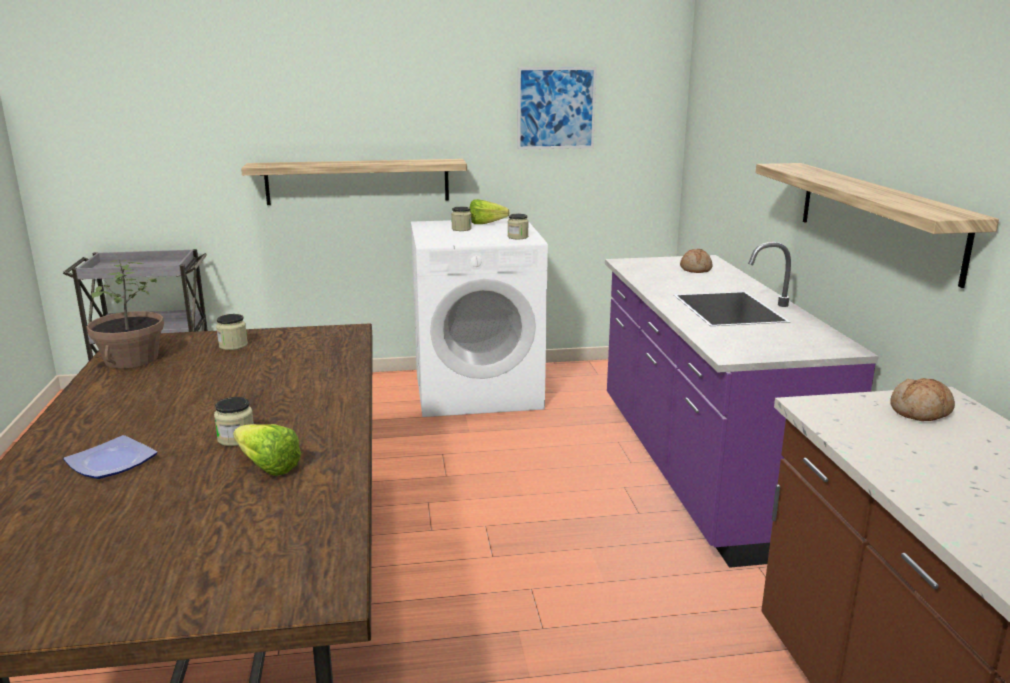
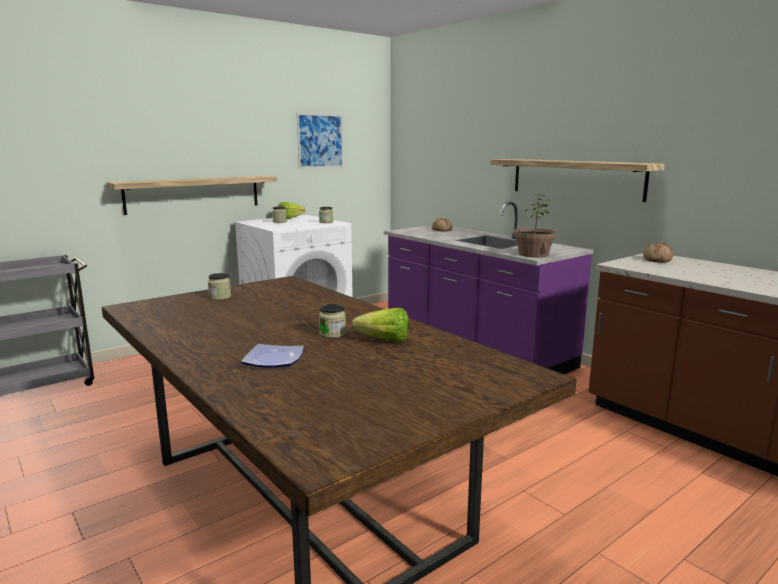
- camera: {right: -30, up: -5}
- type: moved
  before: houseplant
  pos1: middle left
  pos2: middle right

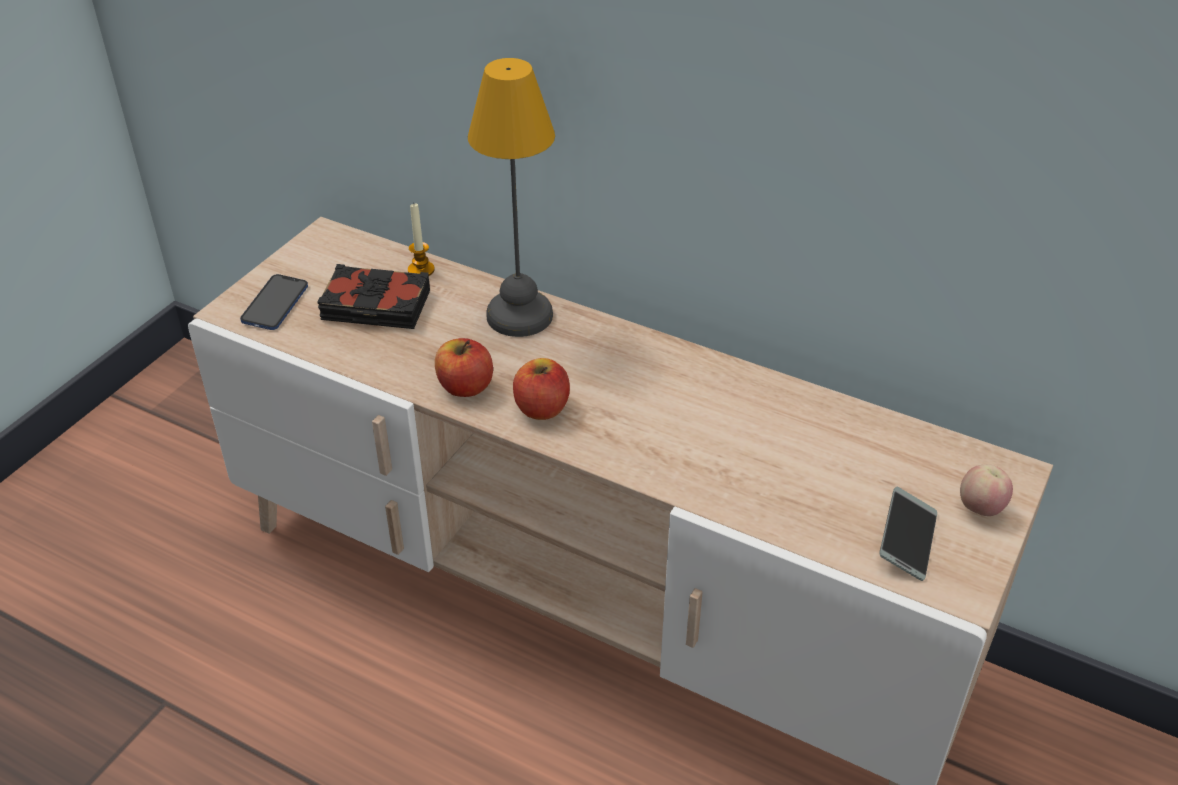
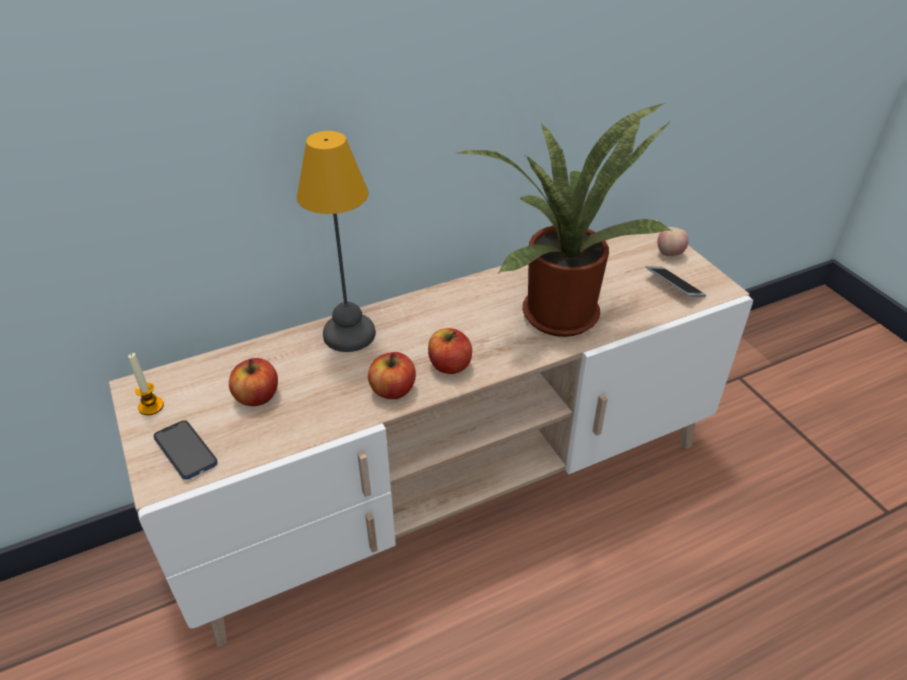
- camera: {right: -55, up: 0}
- type: replaced
  before: black-coloured volume
  after: whole apple (1st from left)
  pos1: middle left
  pos2: middle left
- type: moved
  before: wax light
  pos1: top centre
  pos2: middle left
- type: added
  after: houseplant
  pos2: top centre

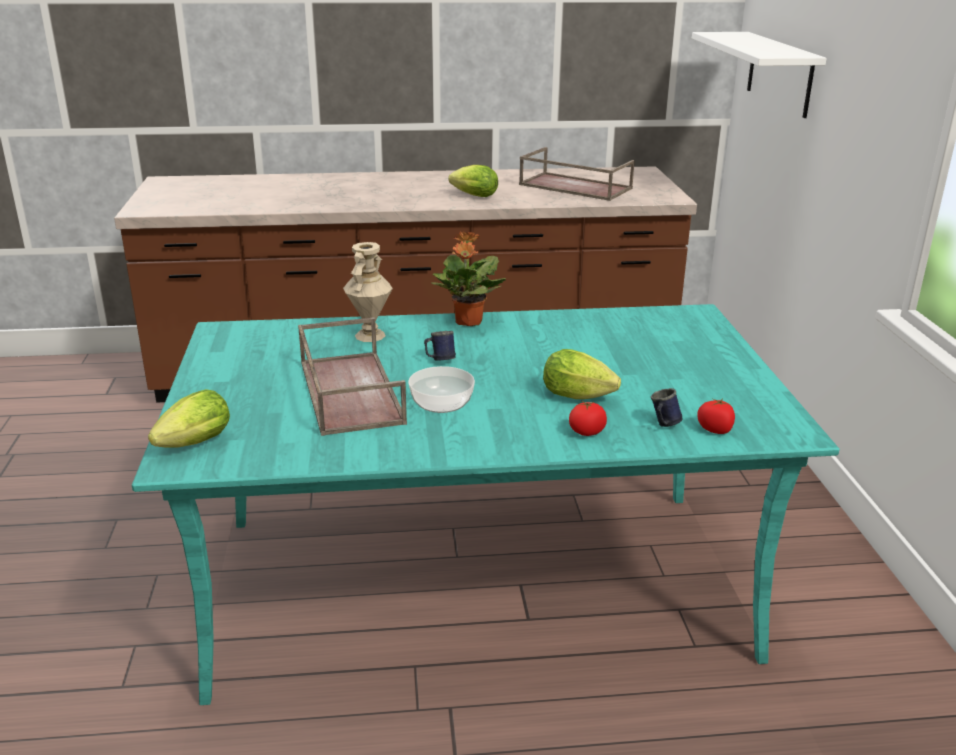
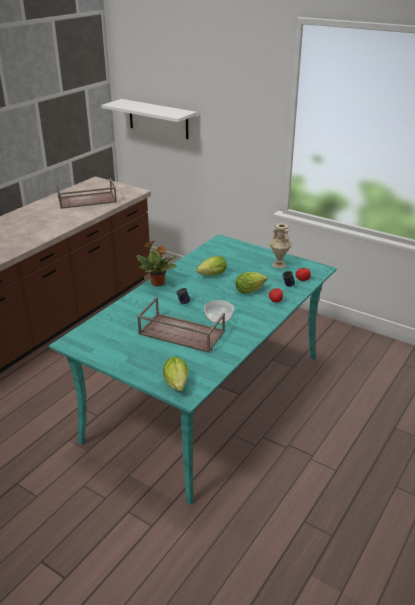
- camera: {right: -50, up: 5}
- type: moved
  before: beige decorative vase
  pos1: centre
  pos2: middle right
- type: moved
  before: head of lettuce (2nd from left)
  pos1: top centre
  pos2: centre

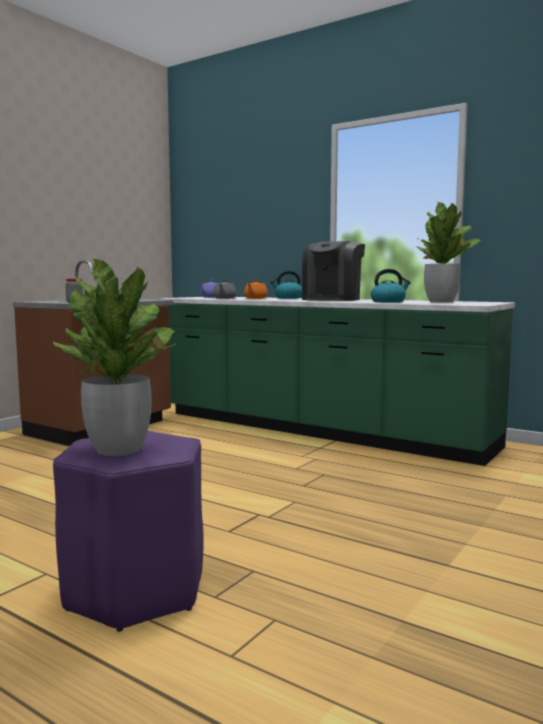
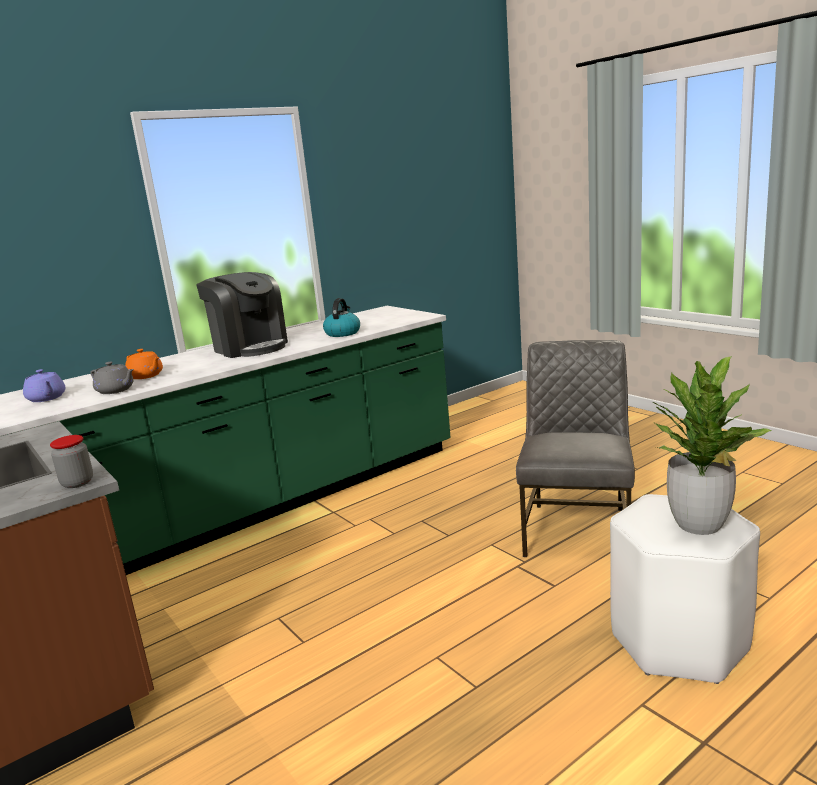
- camera: {right: -70, up: 10}
- type: recoloured
  before: purple-coloured stool
  after: white stool
  pos1: bottom left
  pos2: bottom right
- type: removed
  before: water kettle (1st from left)
  pos1: centre
- type: removed
  before: houseplant (2nd from left)
  pos1: middle right
- type: added
  after: grey plain chair
  pos2: middle right

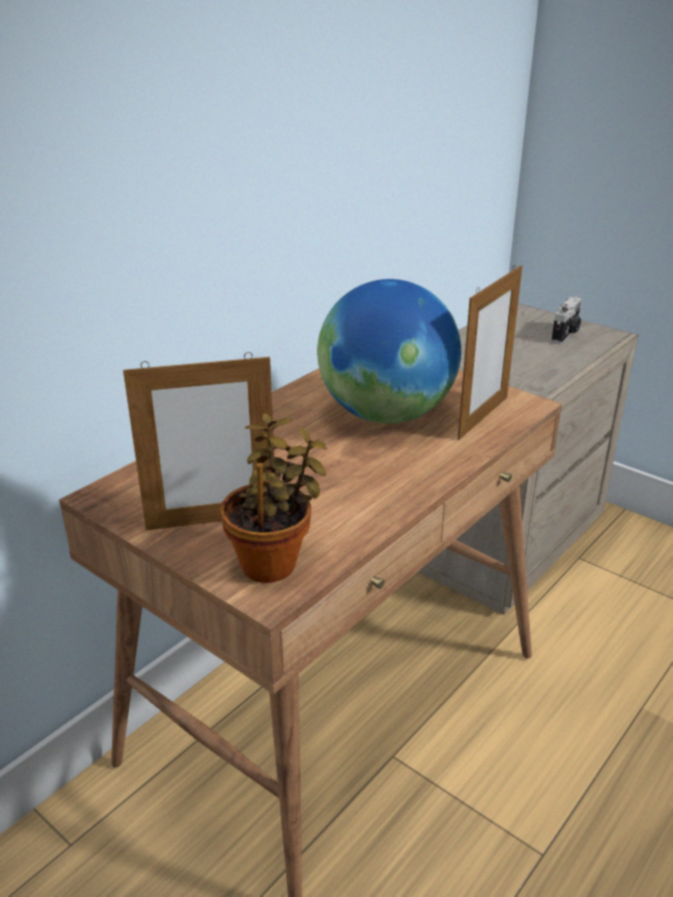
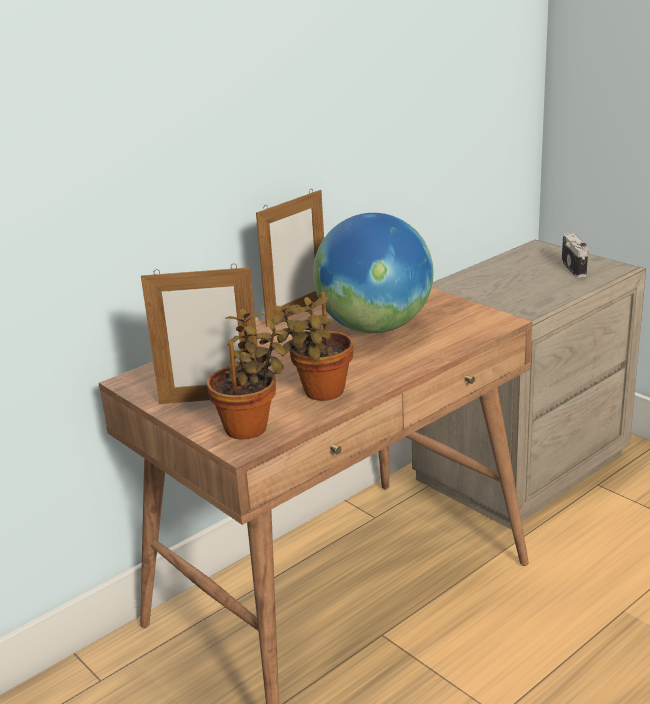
- camera: {right: 10, up: -5}
- type: moved
  before: picture frame (2nd from left)
  pos1: middle right
  pos2: centre
- type: turned
  before: still camera
  pos1: middle right
  pos2: middle right
  turn: -45
- type: added
  after: houseplant (2nd from left)
  pos2: centre

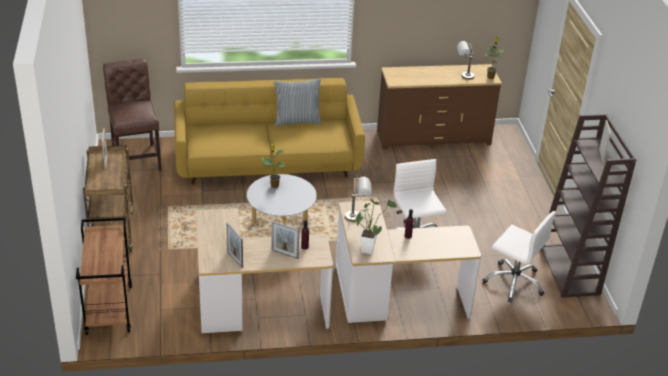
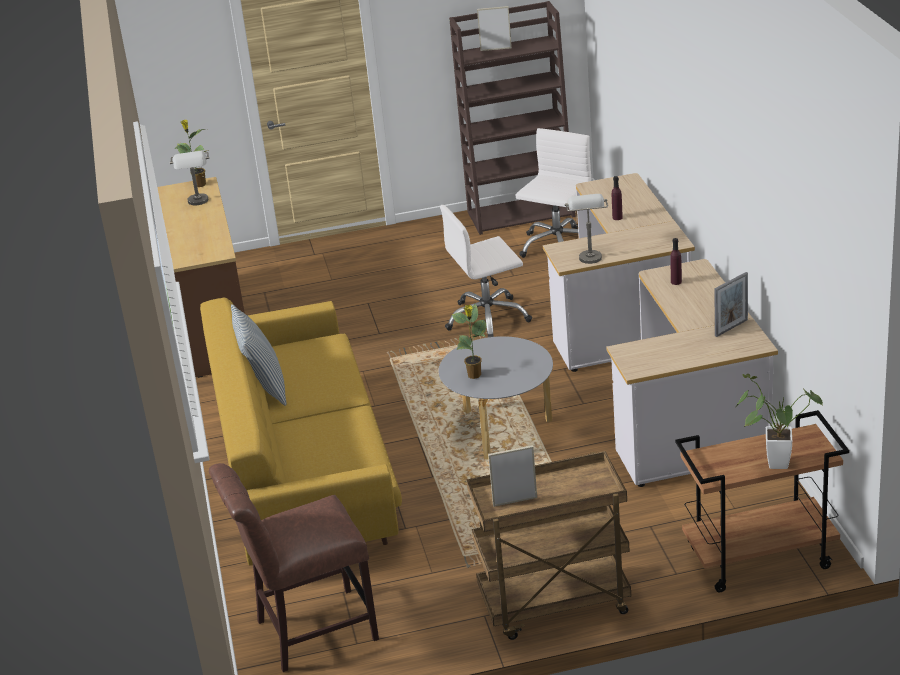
- camera: {right: -90, up: -5}
- type: removed
  before: picture frame (3rd from left)
  pos1: centre
- type: moved
  before: houseplant (2nd from left in the first image)
  after: houseplant (3rd from left)
  pos1: centre
  pos2: middle right

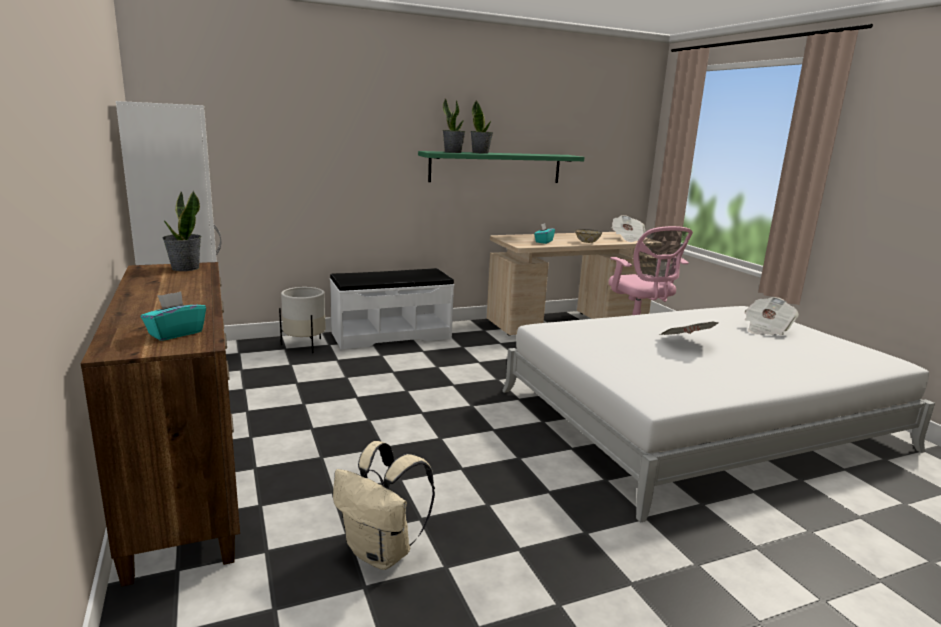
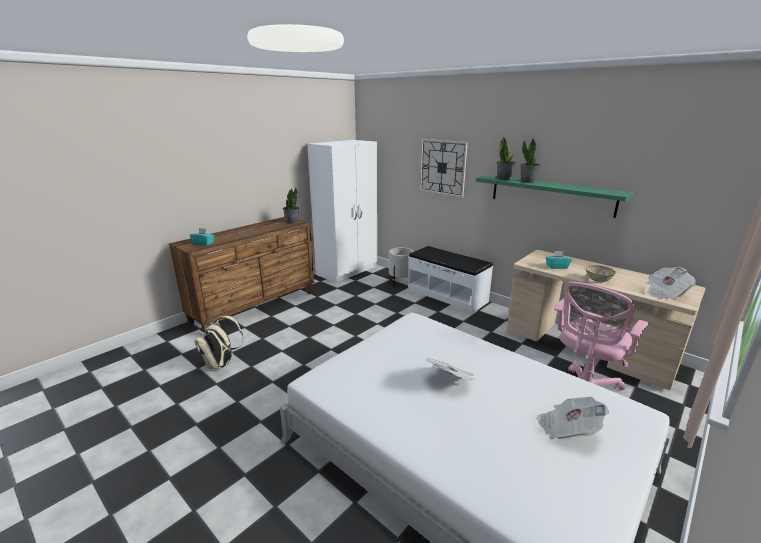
- camera: {right: 65, up: 5}
- type: added
  after: hanging clock
  pos2: top centre

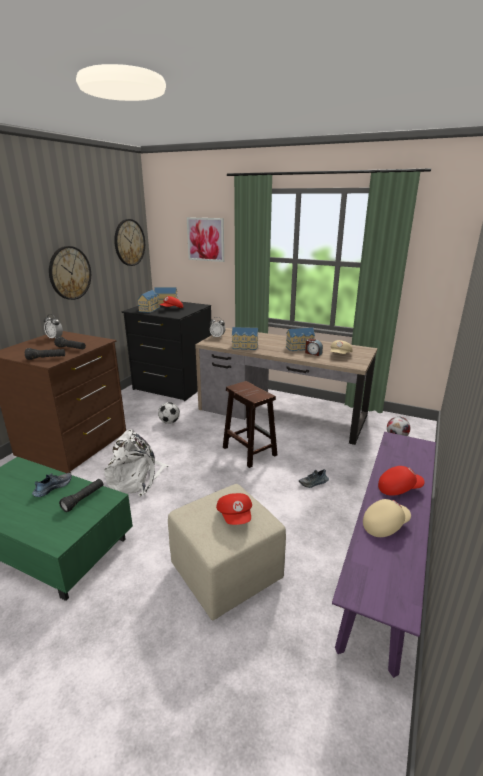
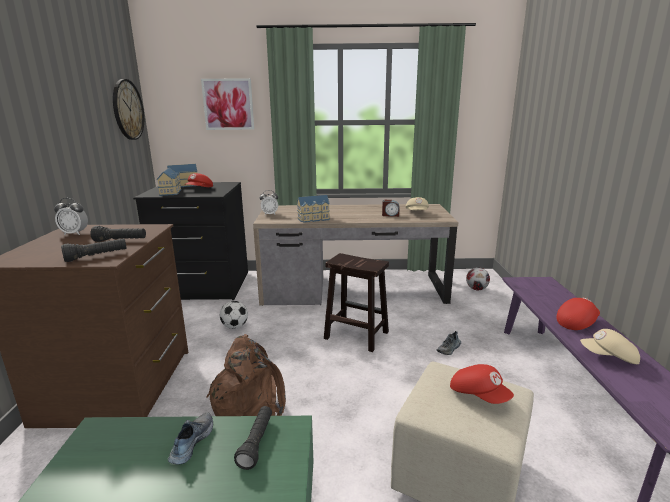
- camera: {right: -25, up: -5}
- type: removed
  before: hanging clock (1st from left)
  pos1: middle left
- type: recoloured
  before: white rucksack
  after: brownish rucksack
  pos1: middle left
  pos2: bottom centre
- type: removed
  before: model house (4th from left)
  pos1: centre
- type: turned
  before: beige peaked cap (2nd from left)
  pos1: bottom right
  pos2: bottom right
  turn: -120

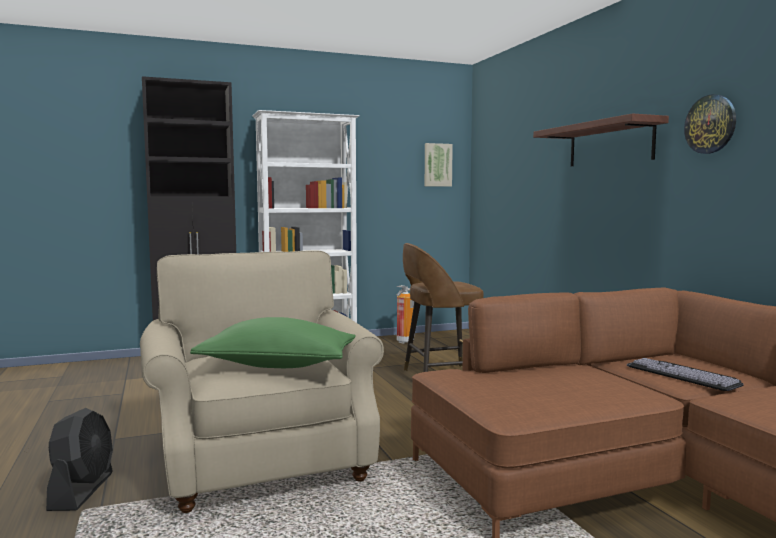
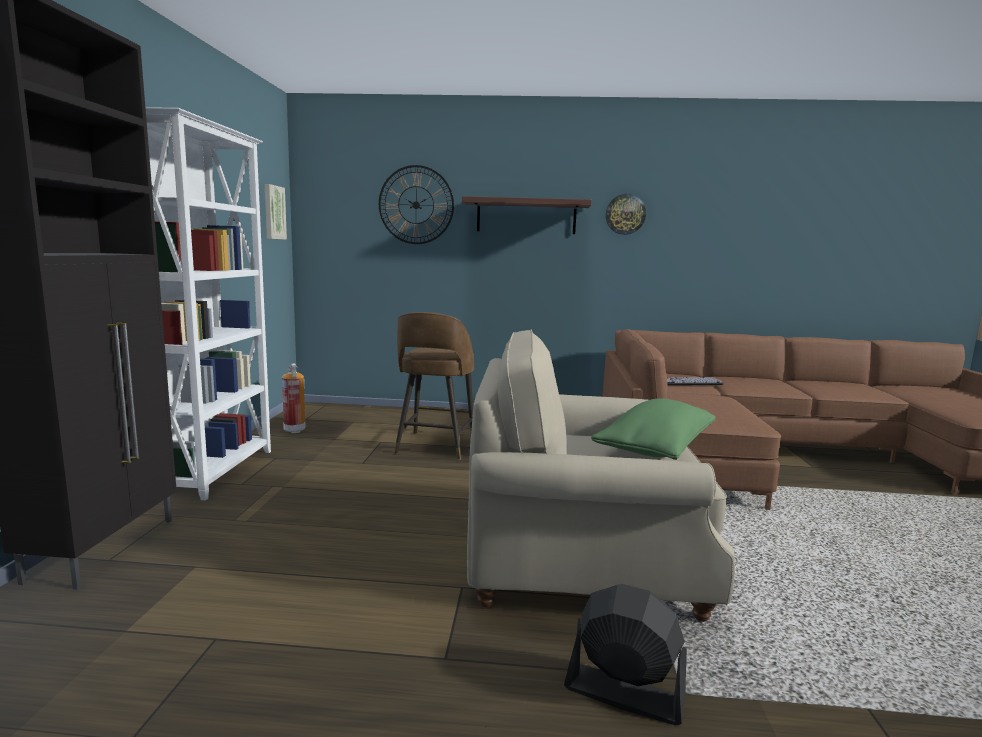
- camera: {right: -65, up: 5}
- type: added
  after: hanging clock (1st from left)
  pos2: top centre

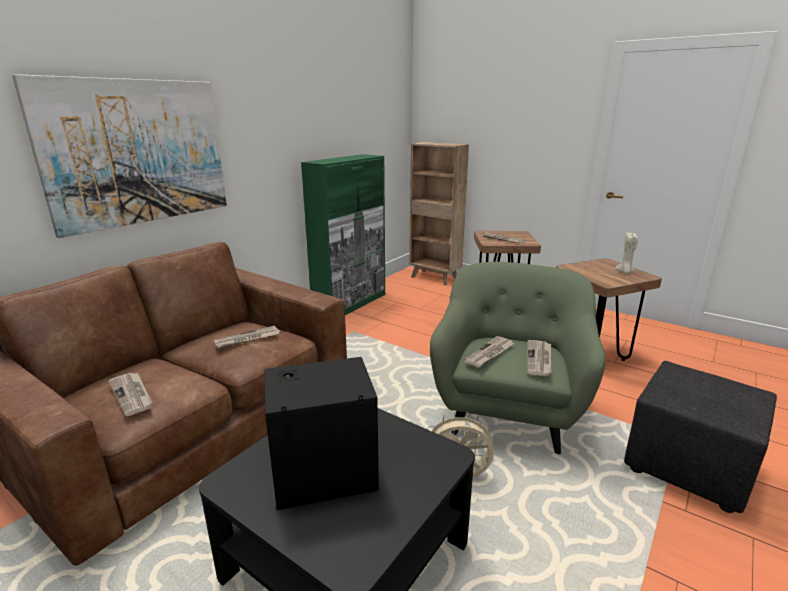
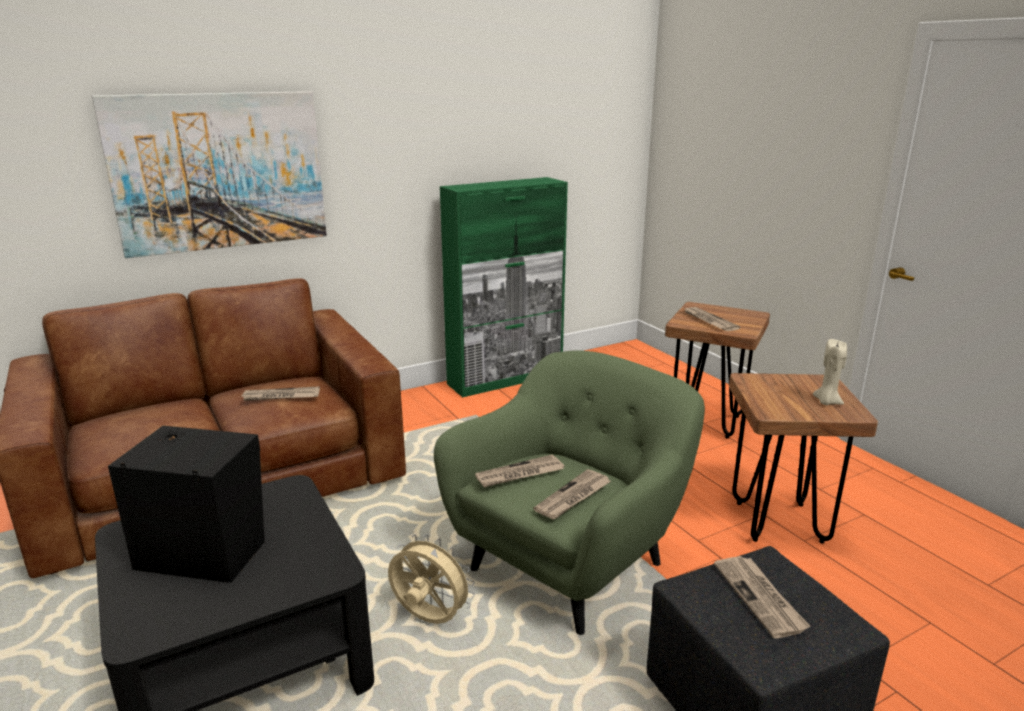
- camera: {right: 25, up: 0}
- type: moved
  before: daily paper (1st from left in the first image)
  after: daily paper (5th from left)
  pos1: bottom left
  pos2: bottom right
- type: removed
  before: brownish shelving unit
  pos1: centre

